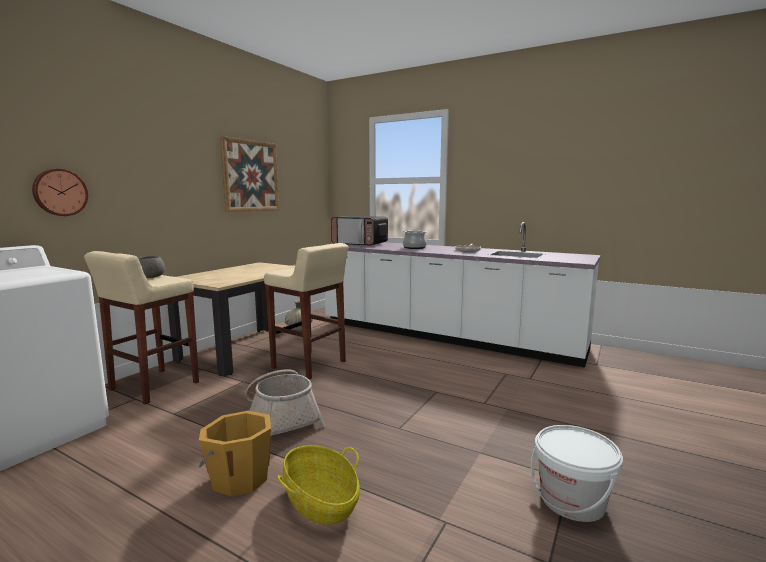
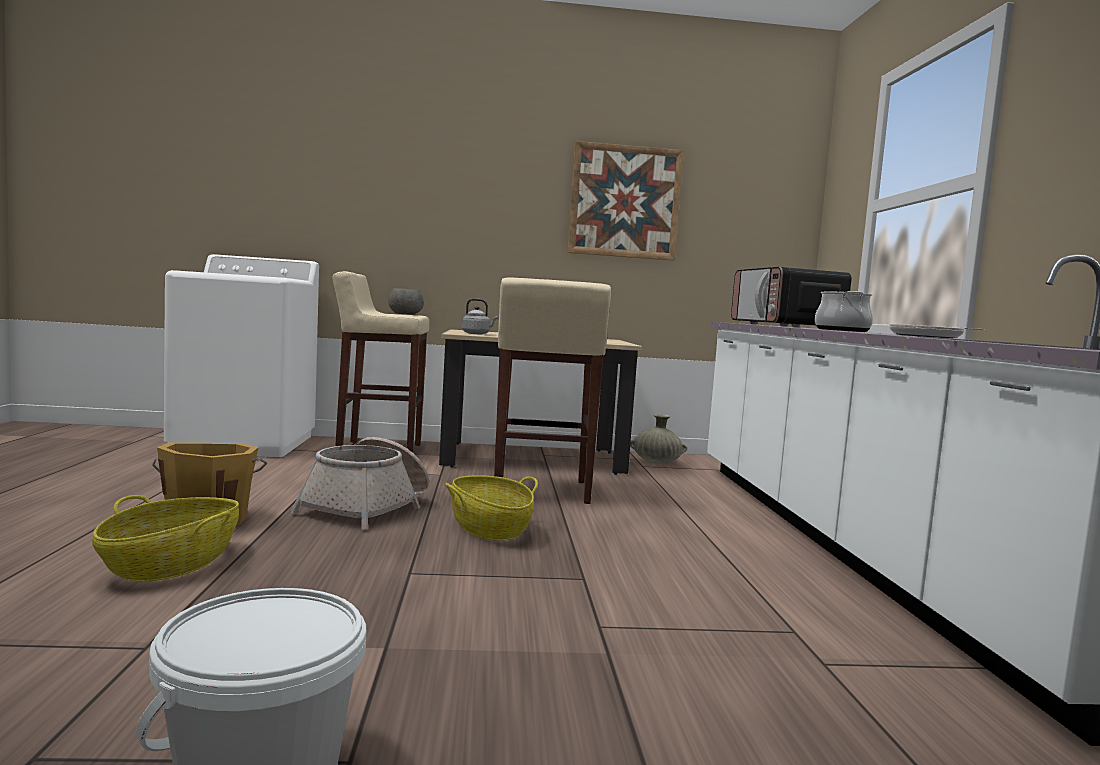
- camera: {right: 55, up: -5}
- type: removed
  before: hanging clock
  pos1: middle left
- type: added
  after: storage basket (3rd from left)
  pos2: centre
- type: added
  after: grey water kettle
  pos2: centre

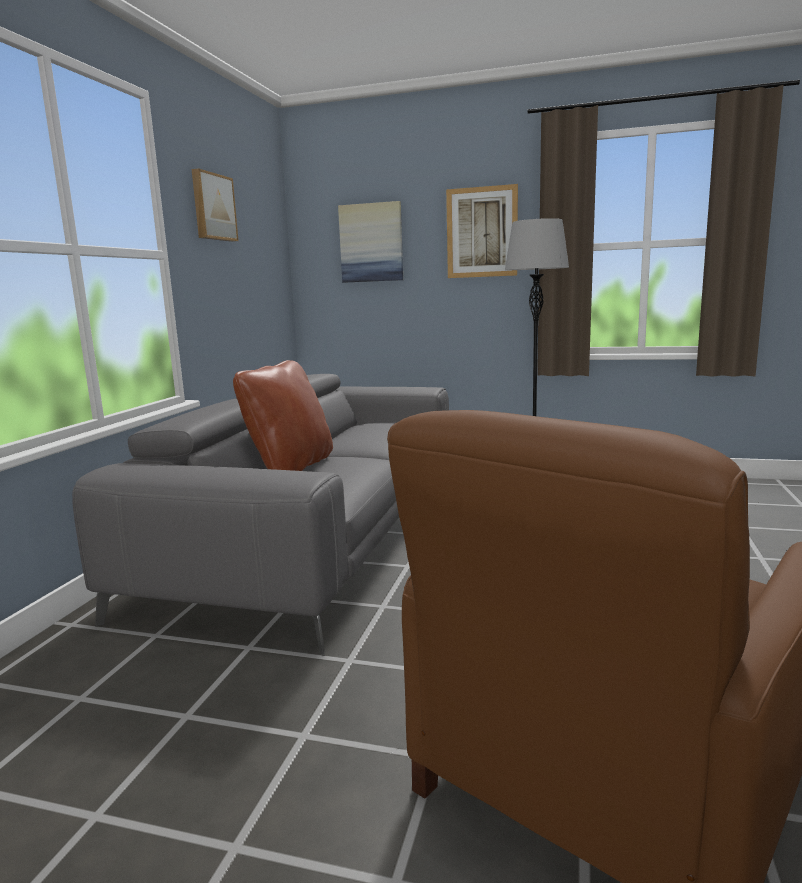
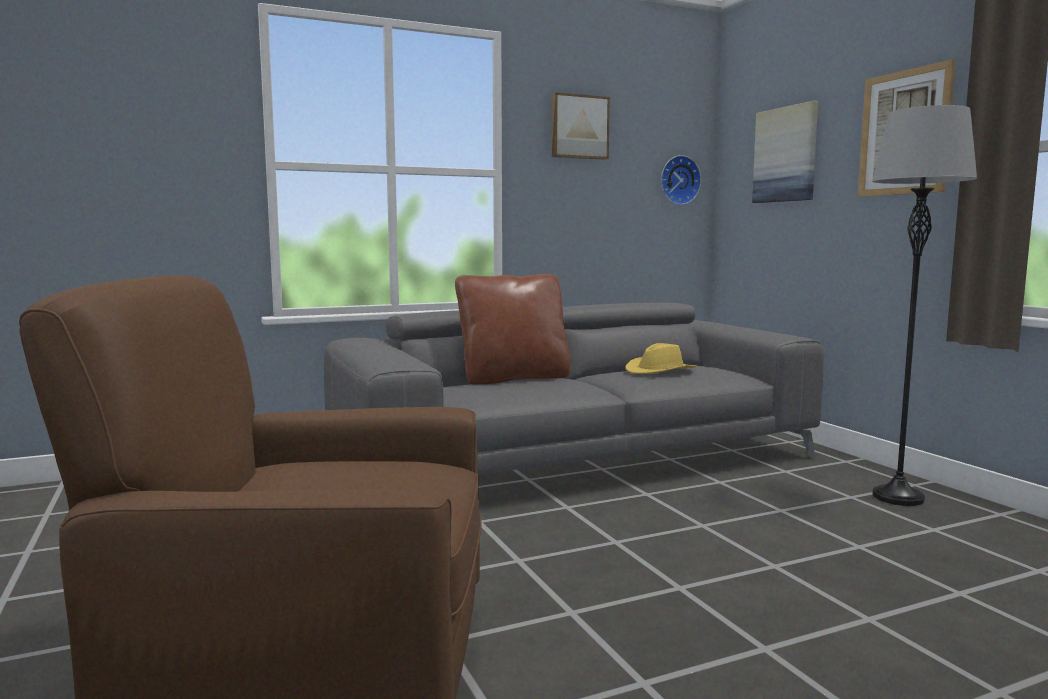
- camera: {right: 50, up: -5}
- type: added
  after: yellowish hat
  pos2: centre
- type: added
  after: hanging clock
  pos2: top centre

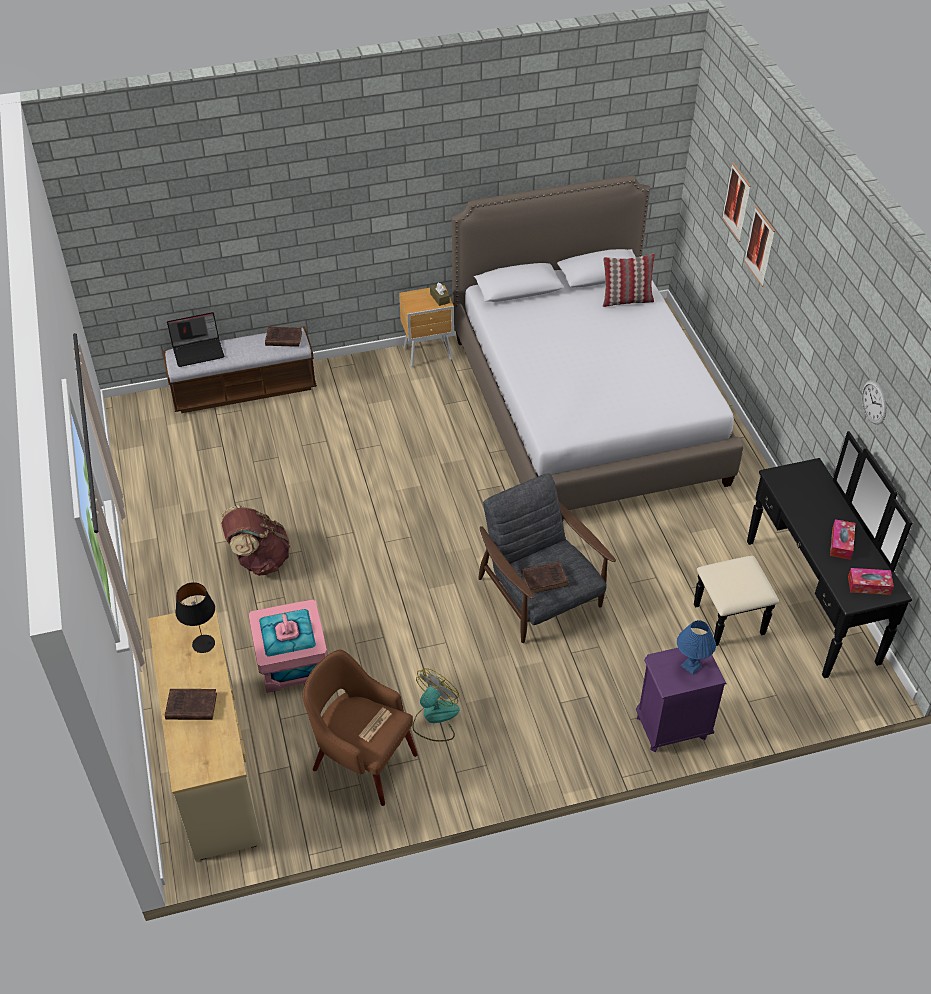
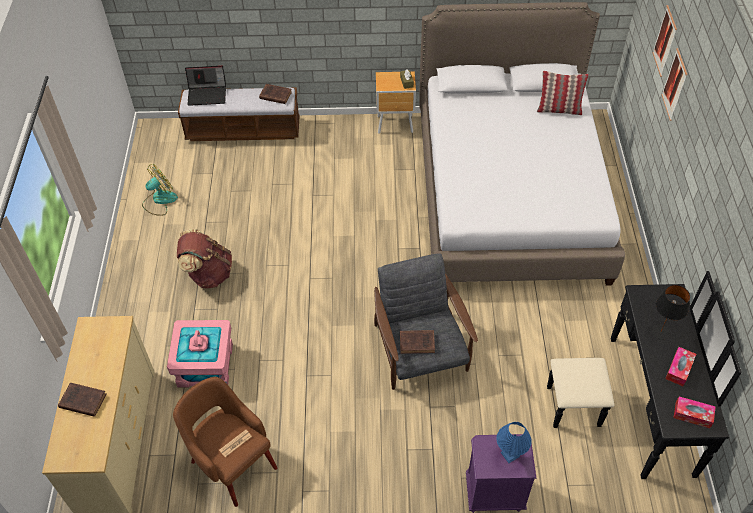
- camera: {right: 15, up: 5}
- type: moved
  before: black-coloured tabletop lamp
  pos1: middle left
  pos2: middle right
- type: moved
  before: cooling fan
  pos1: bottom centre
  pos2: middle left
- type: removed
  before: hanging clock
  pos1: middle right

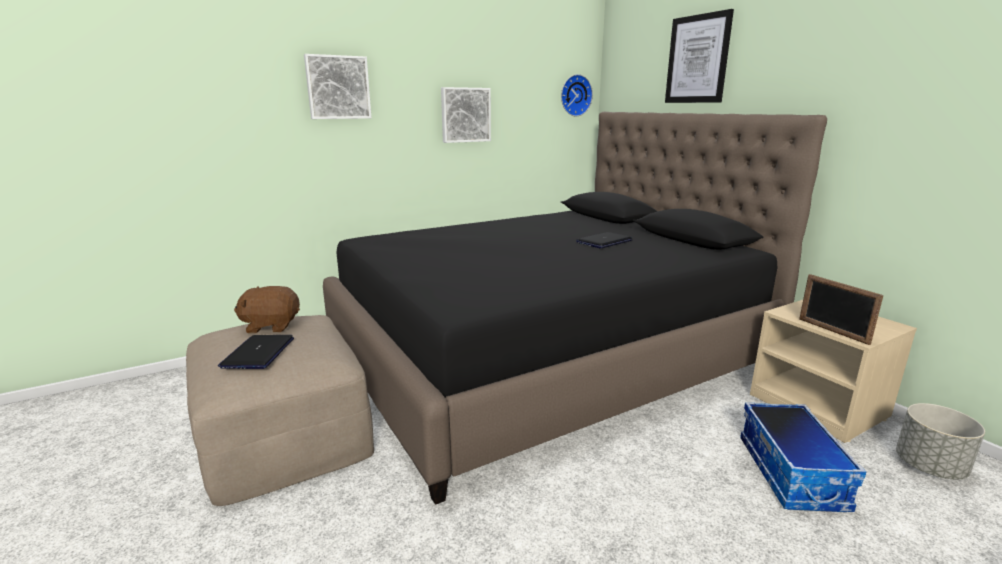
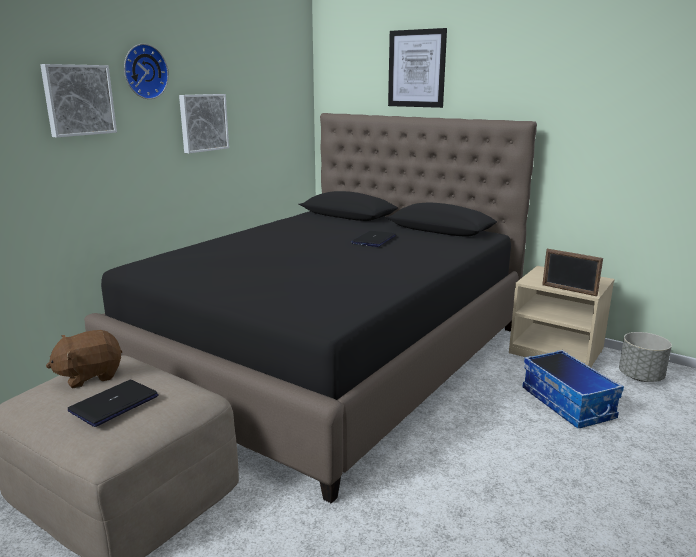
- camera: {right: -25, up: 0}
- type: turned
  before: notebook computer (1st from left)
  pos1: middle left
  pos2: bottom left
  turn: 60
- type: moved
  before: hanging clock
  pos1: top centre
  pos2: top left

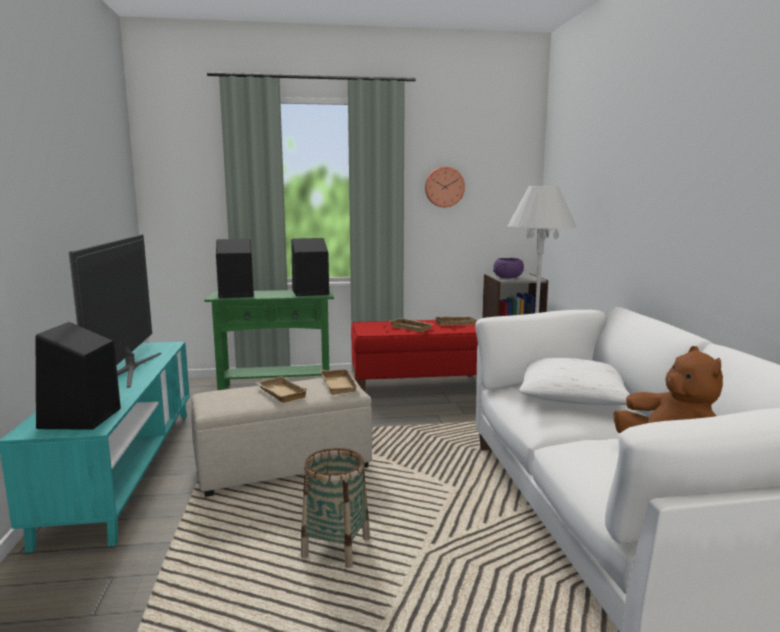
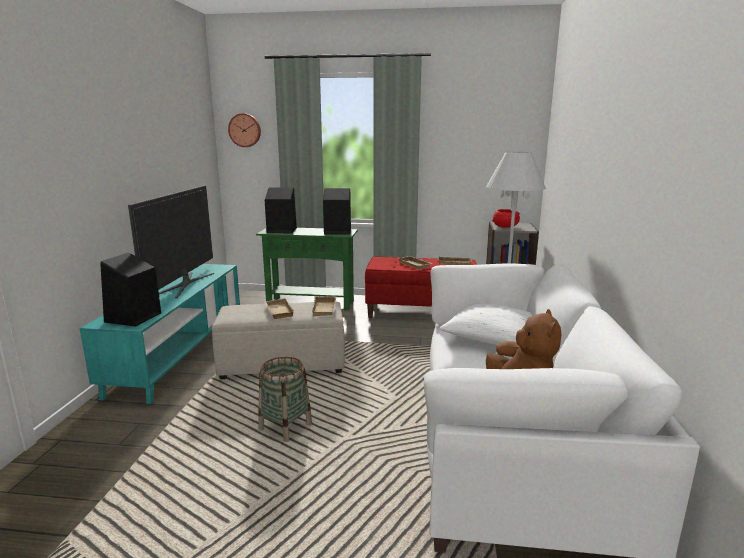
- camera: {right: 15, up: 5}
- type: moved
  before: hanging clock
  pos1: top centre
  pos2: top left
- type: recoloured
  before: purple-coloured serving bowl
  after: reddish serving bowl
  pos1: centre
  pos2: middle right

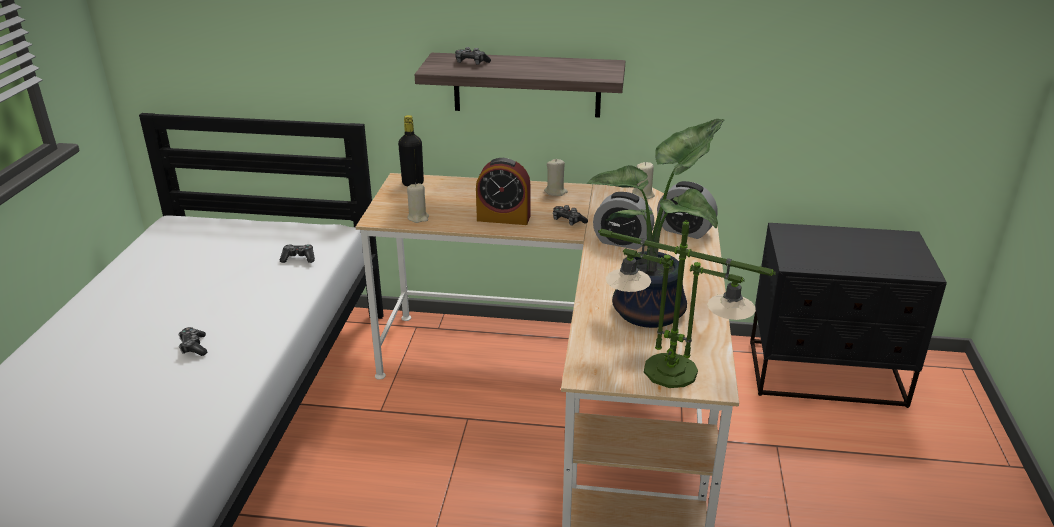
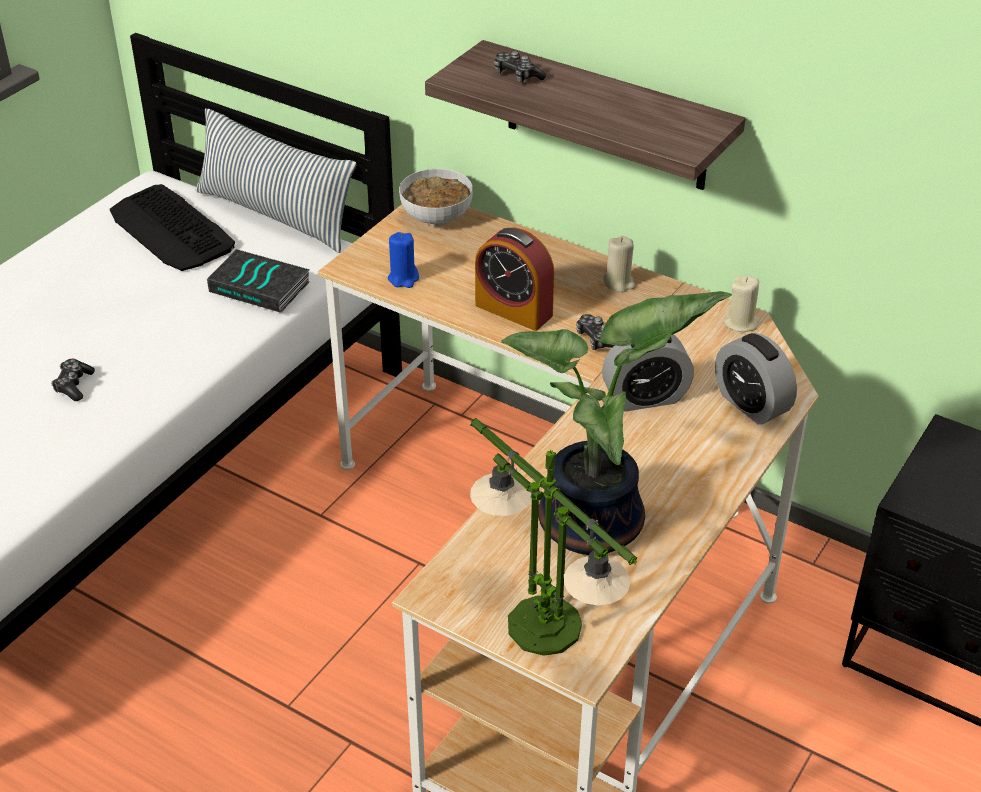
- camera: {right: 25, up: 10}
- type: replaced
  before: game controller (2nd from left)
  after: volume
  pos1: middle left
  pos2: middle left
- type: replaced
  before: black-coloured beverage bottle
  after: serving bowl
  pos1: top centre
  pos2: top centre
- type: recoloured
  before: beige wax light (1st from left)
  after: blue wax light
  pos1: centre
  pos2: top centre
- type: turned
  before: bedside clock (2nd from left)
  pos1: centre
  pos2: centre
  turn: -60
- type: added
  after: keyboard
  pos2: top left
- type: added
  after: pillow
  pos2: top left

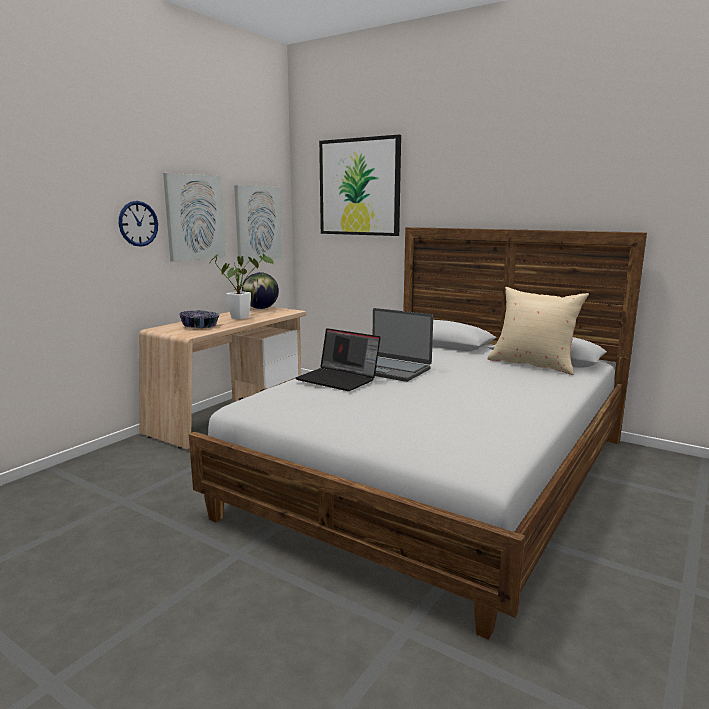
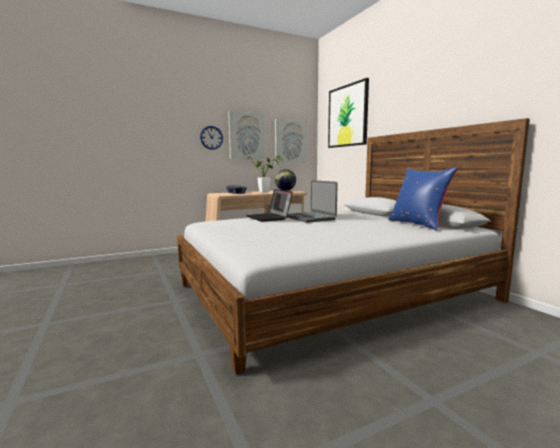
- camera: {right: 30, up: -5}
- type: recoloured
  before: beige pillow
  after: blue pillow
  pos1: middle right
  pos2: middle right

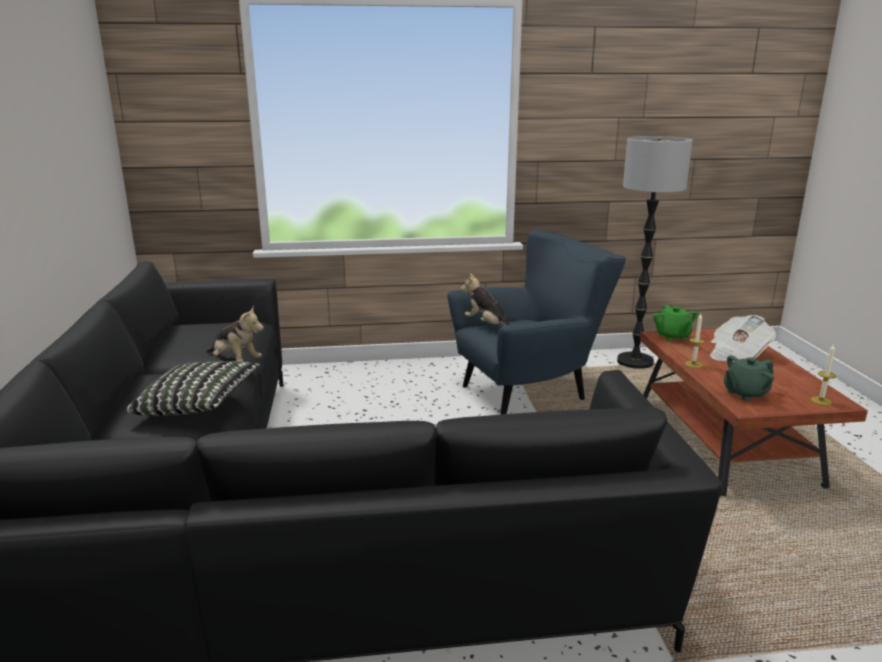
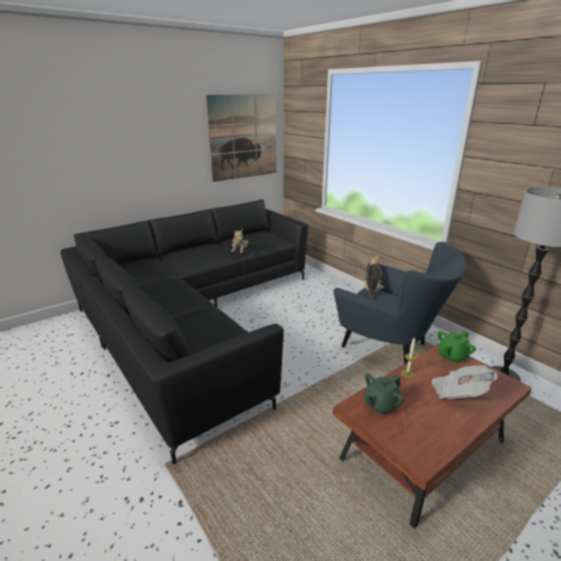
- camera: {right: 60, up: 5}
- type: removed
  before: pillow
  pos1: middle left
- type: turned
  before: greenish tea pot (2nd from left in the first image)
  pos1: middle right
  pos2: bottom right
  turn: -75
- type: removed
  before: wax light (2nd from left)
  pos1: middle right
- type: added
  after: wall picture
  pos2: top centre

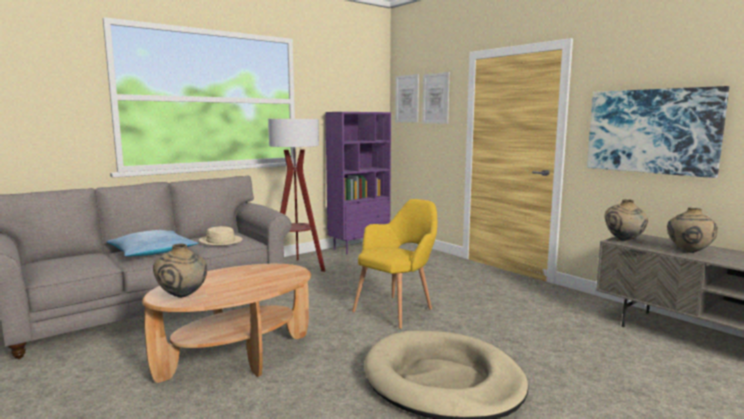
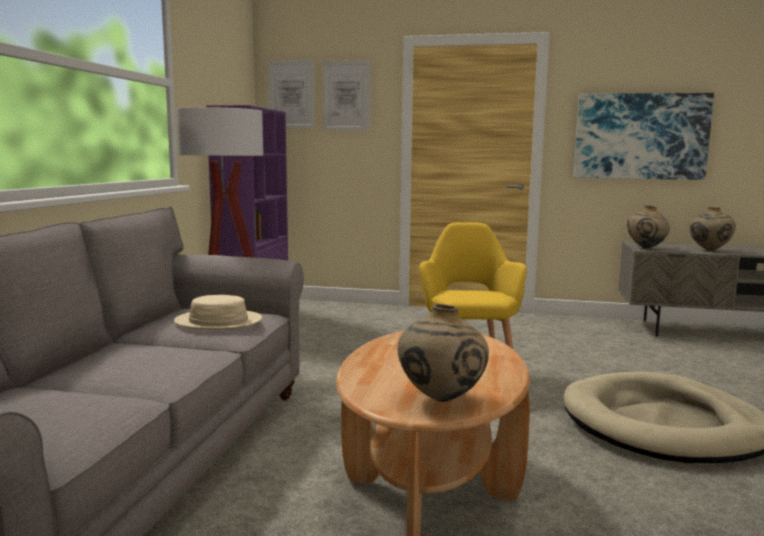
- camera: {right: -40, up: 0}
- type: removed
  before: pillow
  pos1: middle left

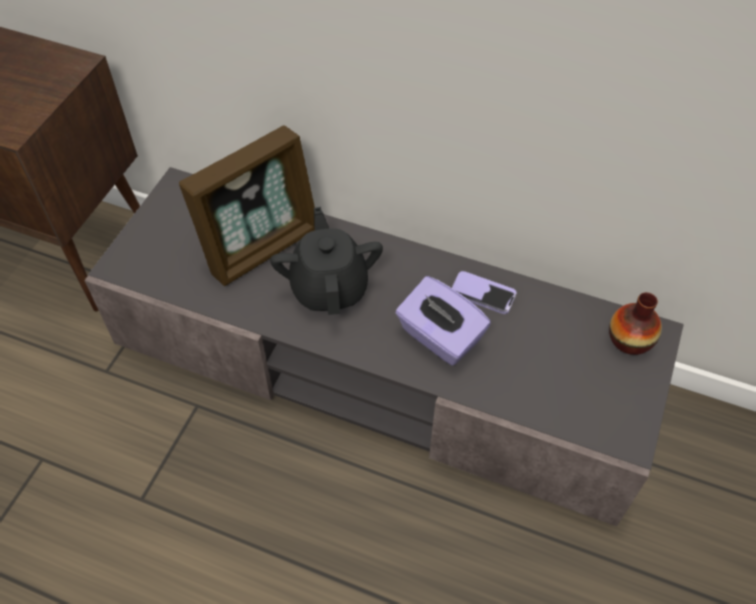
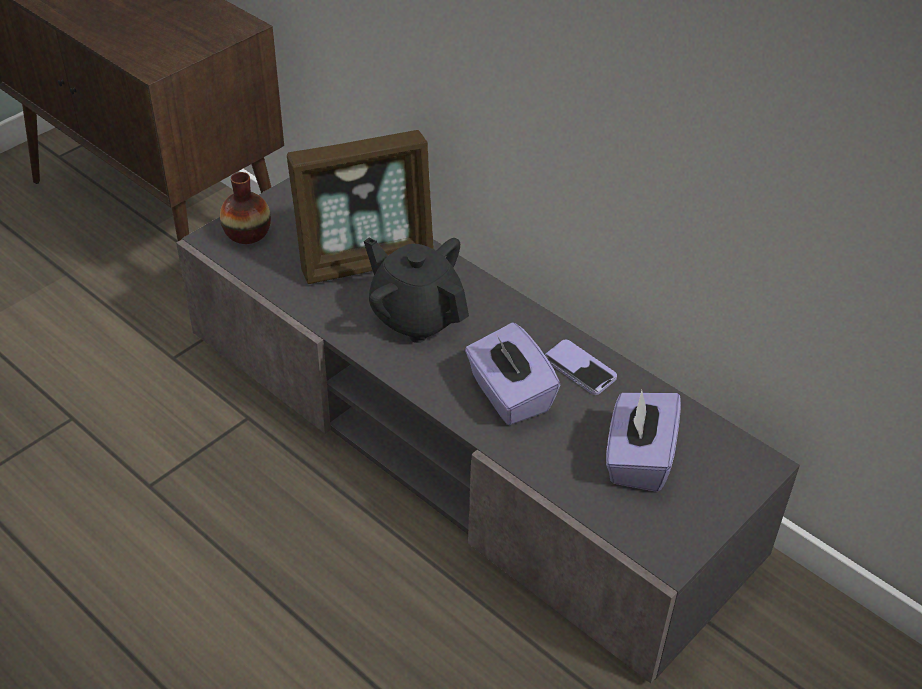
- camera: {right: 20, up: -10}
- type: turned
  before: black-coloured tea pot
  pos1: centre
  pos2: centre
  turn: -60
- type: moved
  before: decorative vase
  pos1: middle right
  pos2: top left
- type: added
  after: purple-coloured tissue box (2nd from left)
  pos2: middle right

